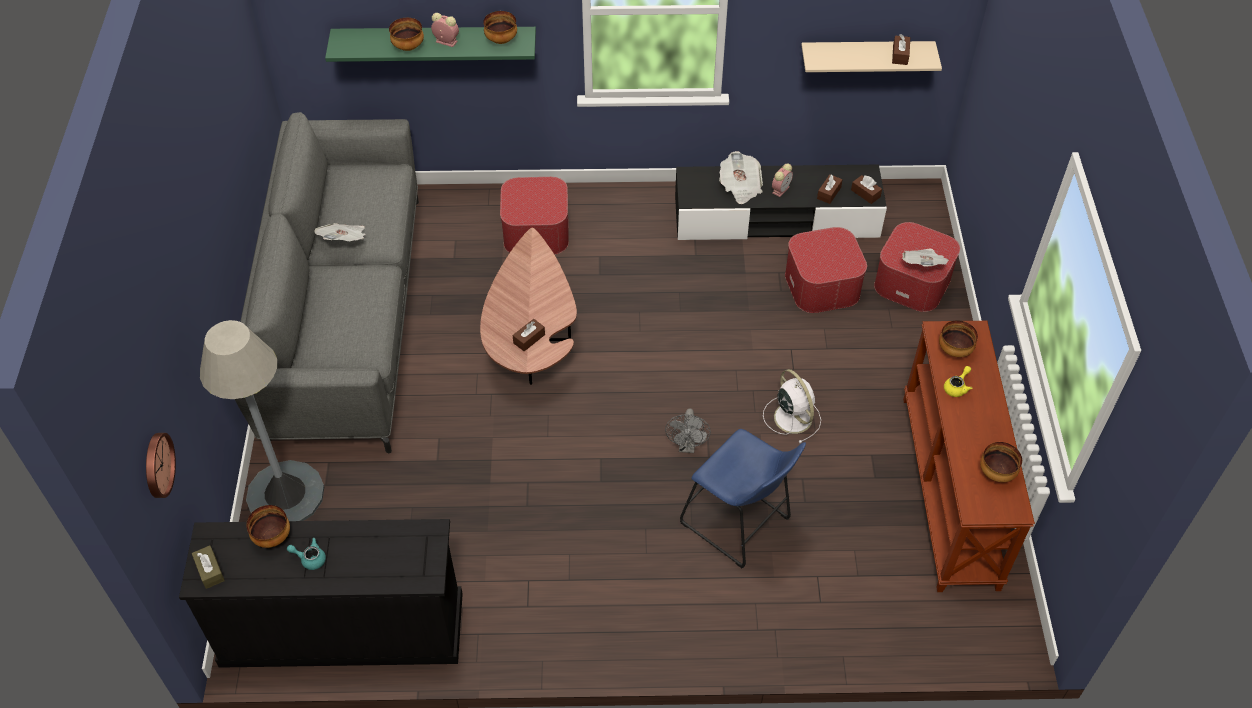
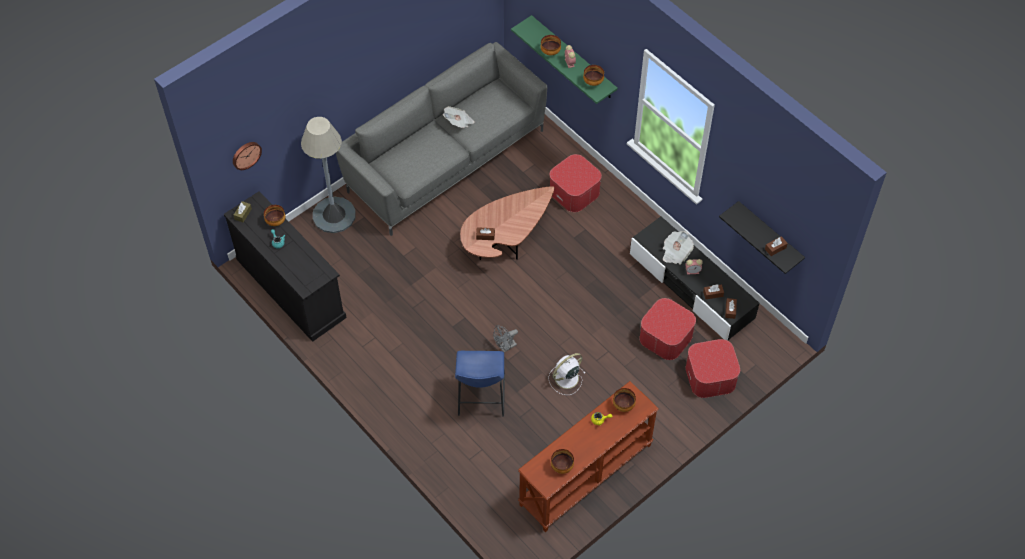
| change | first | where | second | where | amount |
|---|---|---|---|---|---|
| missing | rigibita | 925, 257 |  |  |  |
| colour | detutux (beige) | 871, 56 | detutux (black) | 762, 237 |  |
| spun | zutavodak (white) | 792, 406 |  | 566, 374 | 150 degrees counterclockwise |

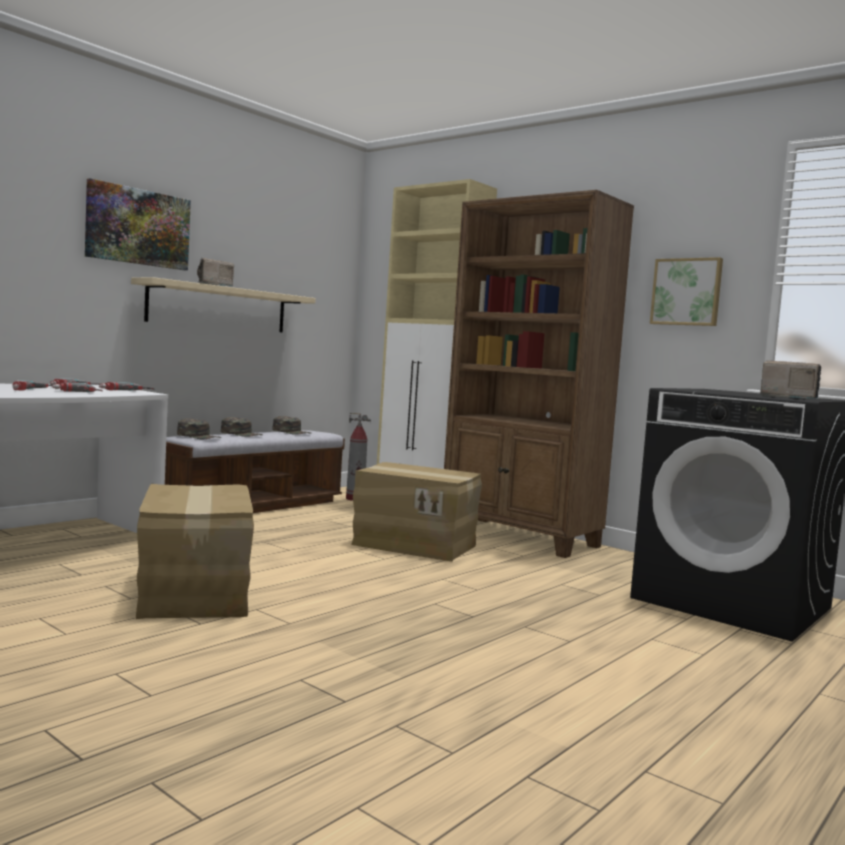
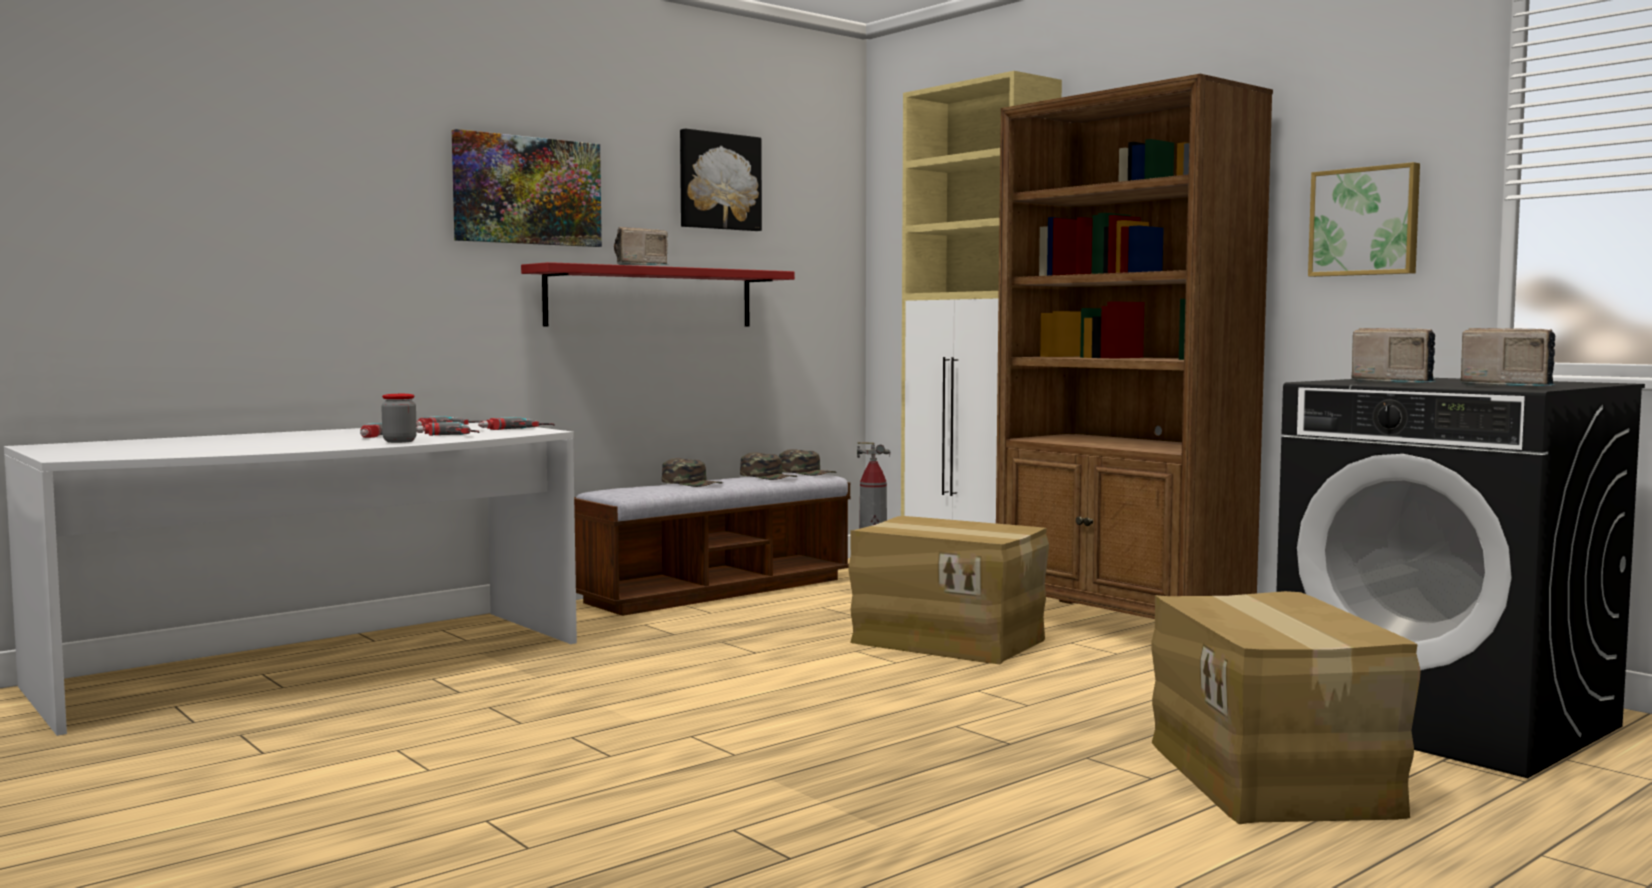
| change | first | where | second | where | amount |
|---|---|---|---|---|---|
| appeared |  |  | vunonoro | 399, 418 |  |
| appeared |  |  | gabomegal | 721, 180 |  |
| appeared |  |  | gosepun | 1394, 355 |  |
| relocated | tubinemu | 195, 551 |  | 1286, 707 |  |
| relocated | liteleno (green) | 199, 428 |  | 807, 462 |  |
| colour | detutux (beige) | 223, 304 | detutux (red) | 658, 294 |  |

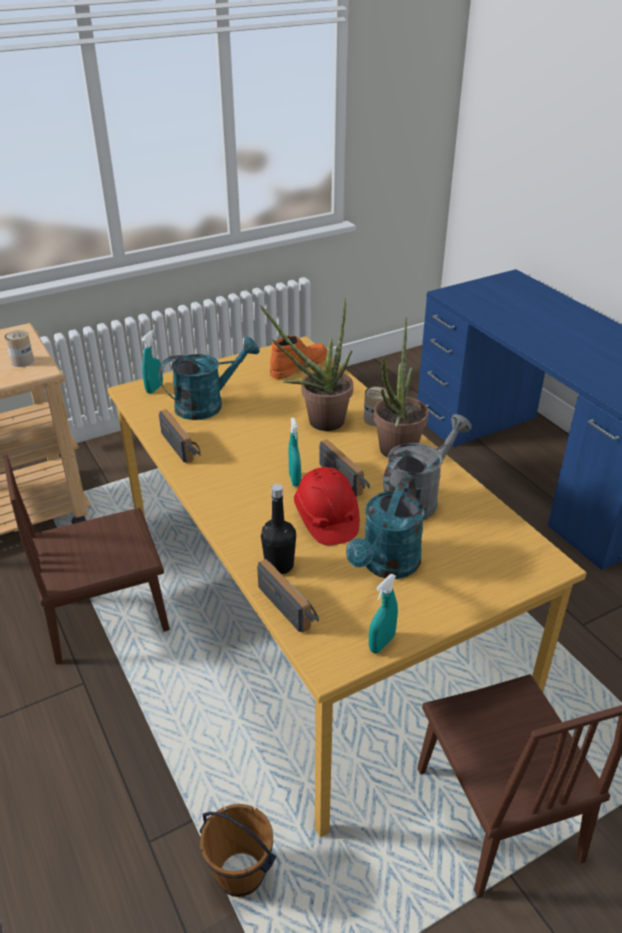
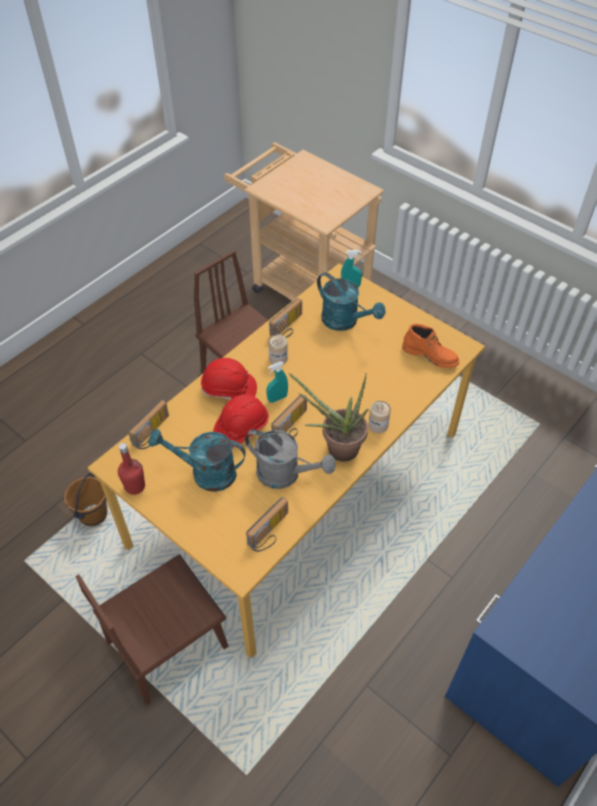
| change | first | where | second | where | amount |
|---|---|---|---|---|---|
| missing | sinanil | 306, 364 |  |  |  |
| missing | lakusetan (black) | 278, 529 |  |  |  |
| appeared |  |  | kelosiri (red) | 229, 378 |  |
| appeared |  |  | gosepun | 267, 524 |  |
| relocated | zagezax | 19, 348 |  | 278, 349 |  |
| exchanged | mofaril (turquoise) | 383, 613 | lakusetan (red) | 131, 469 |  |

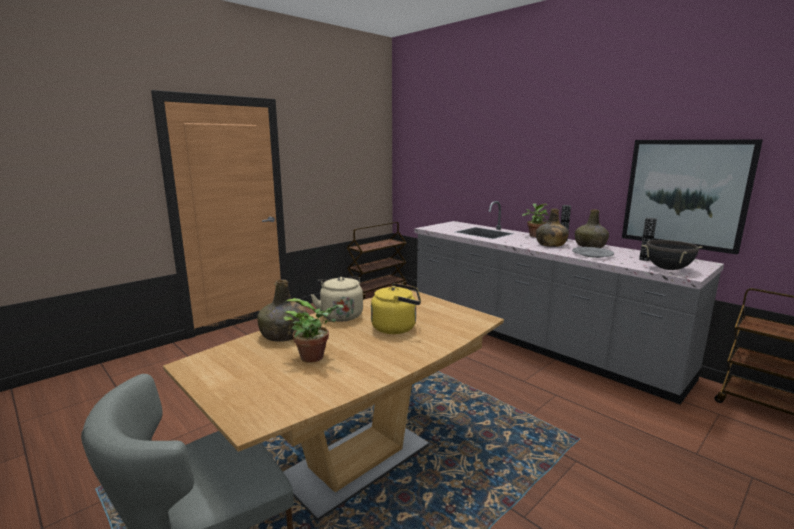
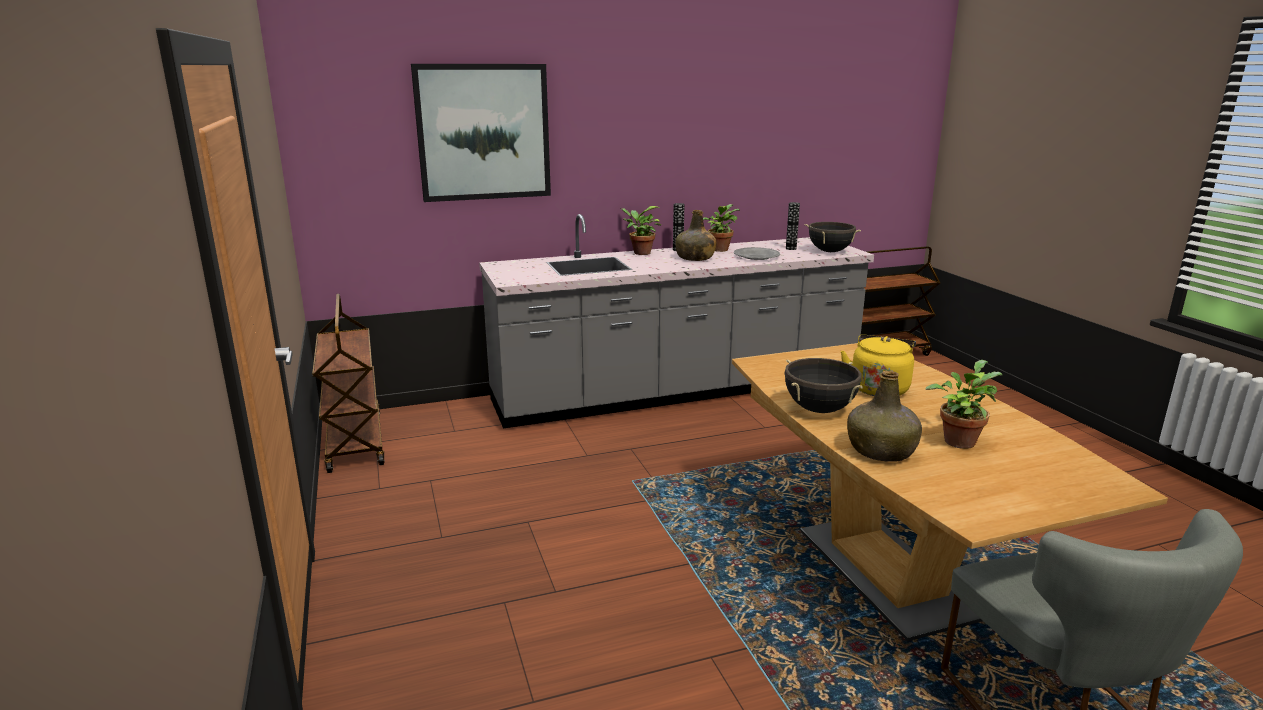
| change | first | where | second | where | amount |
|---|---|---|---|---|---|
| relocated | gabomegal | 692, 197 |  | 481, 133 |  |
| exchanged | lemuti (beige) | 336, 299 | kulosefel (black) | 823, 385 |  |
| exchanged | lakusetan (green) | 592, 228 | sinanil | 721, 228 |  |

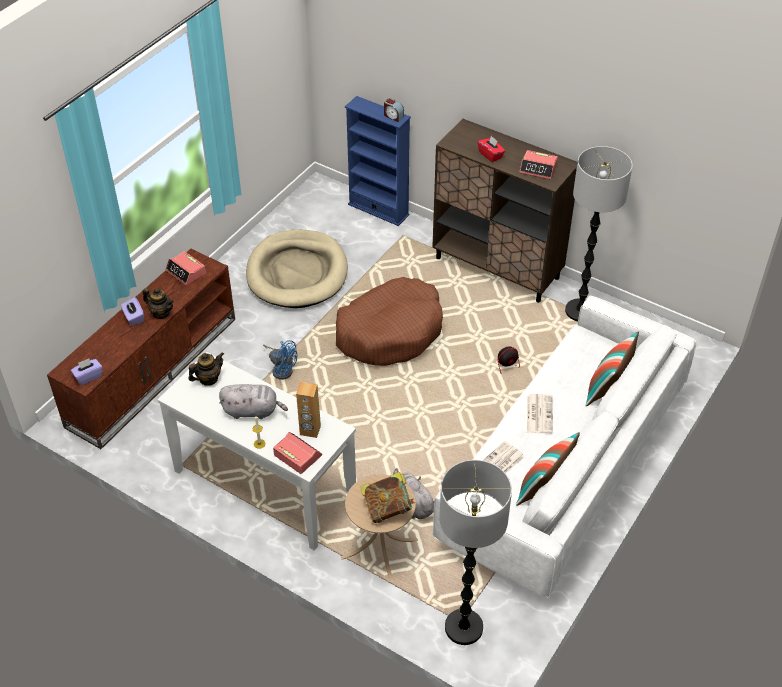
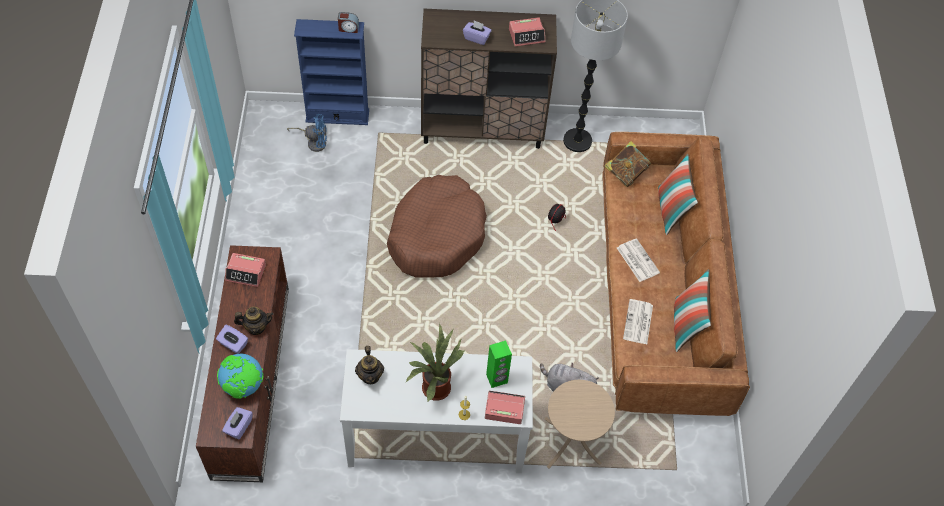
| change | first | where | second | where | amount |
|---|---|---|---|---|---|
| missing | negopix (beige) | 297, 269 |  |  |  |
| missing | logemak | 475, 552 |  |  |  |
| appeared |  |  | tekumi | 240, 376 |  |
| relocated | zutavodak (blue) | 280, 360 |  | 307, 133 |  |
| relocated | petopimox | 387, 497 |  | 628, 164 |  |
| exchanged | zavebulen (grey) | 253, 401 | sinanil | 435, 362 |  |
| colour | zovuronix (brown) | 308, 410 | zovuronix (green) | 499, 364 |  |
| colour | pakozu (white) | 564, 447 | pakozu (brown) | 676, 274 |  |
| colour | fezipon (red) | 491, 149 | fezipon (purple) | 477, 33 |  |
| spun | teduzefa | 206, 369 |  | 369, 365 | 150 degrees clockwise |

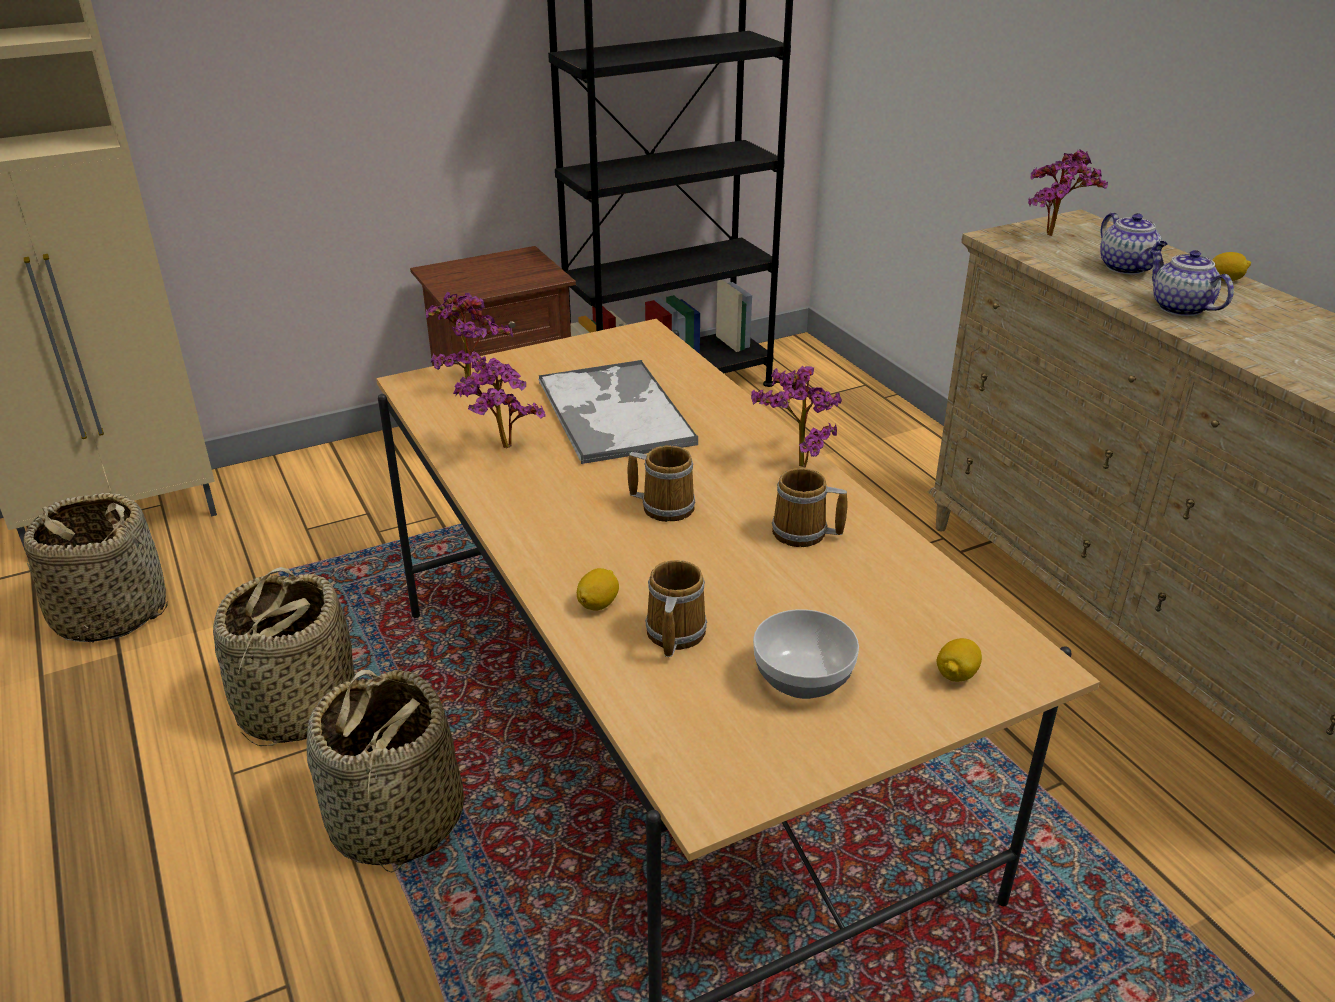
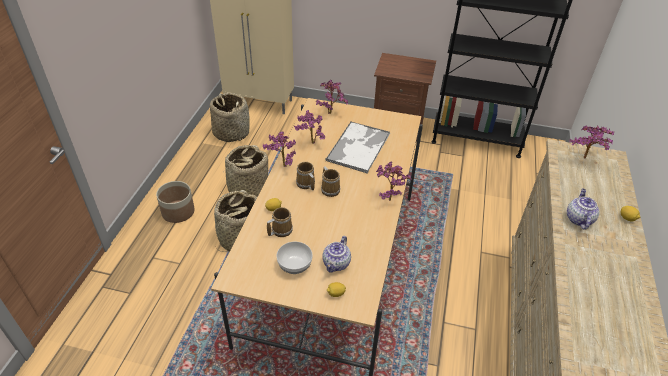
| change | first | where | second | where | amount |
|---|---|---|---|---|---|
| appeared |  |  | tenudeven | 175, 202 |  |
| appeared |  |  | sinanil | 279, 149 |  |
| relocated | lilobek | 810, 507 |  | 305, 176 |  |
| relocated | teduzefa | 1134, 243 |  | 337, 254 |  |

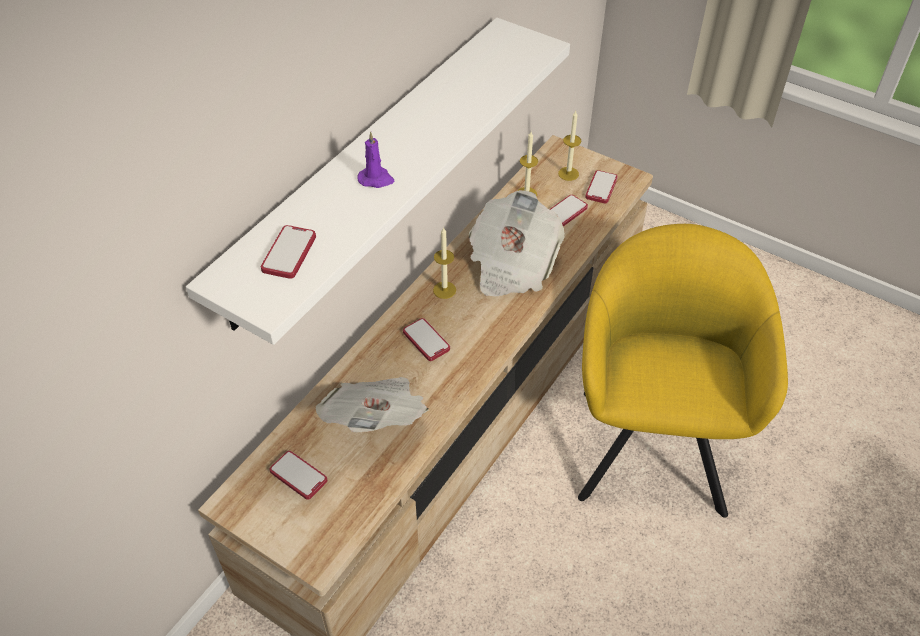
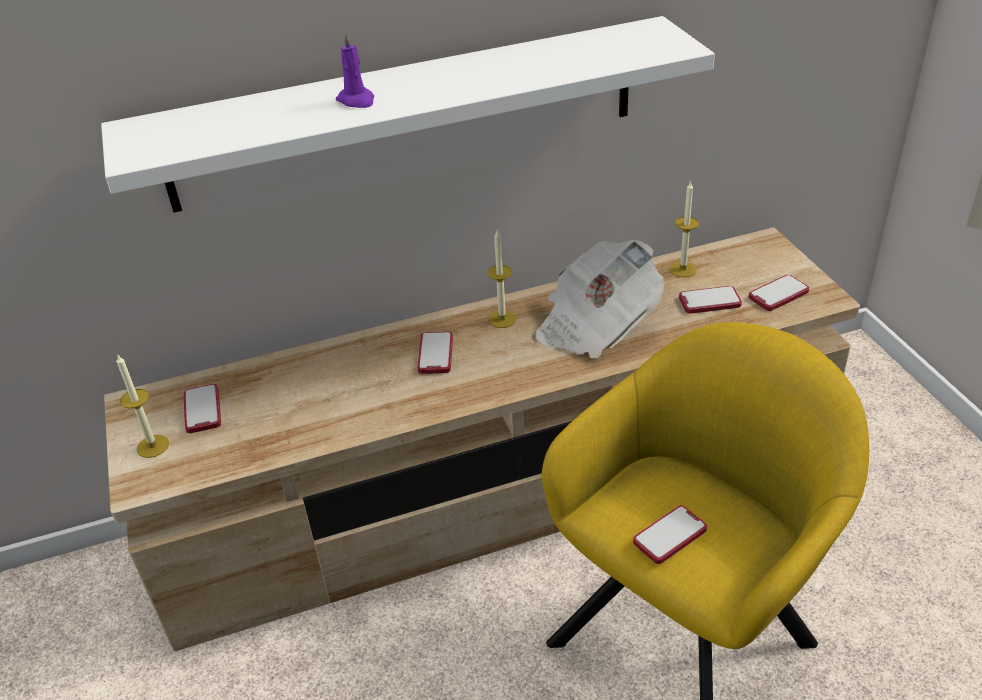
| change | first | where | second | where | amount |
|---|---|---|---|---|---|
| missing | rigibita | 372, 404 |  |  |  |
| relocated | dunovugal | 288, 252 |  | 670, 534 |  |
| relocated | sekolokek | 569, 146 |  | 142, 406 |  |

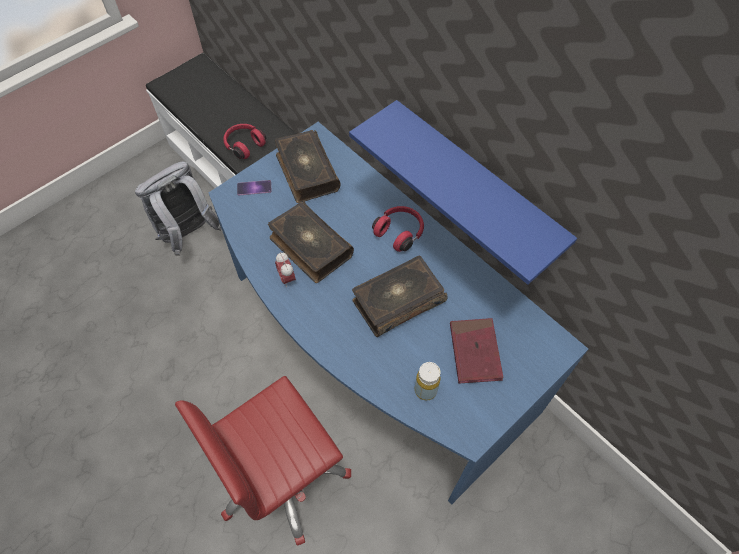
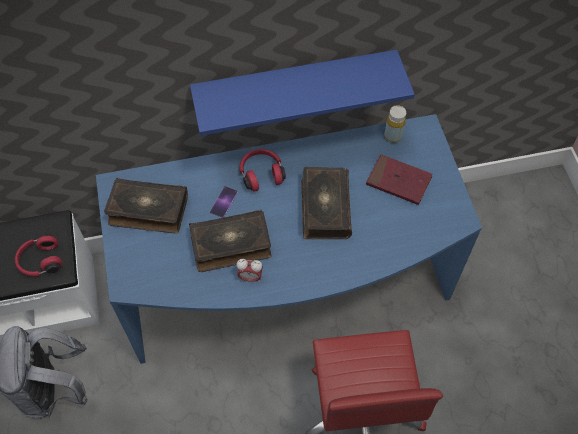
| change | first | where | second | where | amount |
|---|---|---|---|---|---|
| relocated | dunovugal | 254, 188 |  | 224, 202 |  |
| relocated | lakusetan (yellow) | 428, 381 |  | 395, 124 |  |

